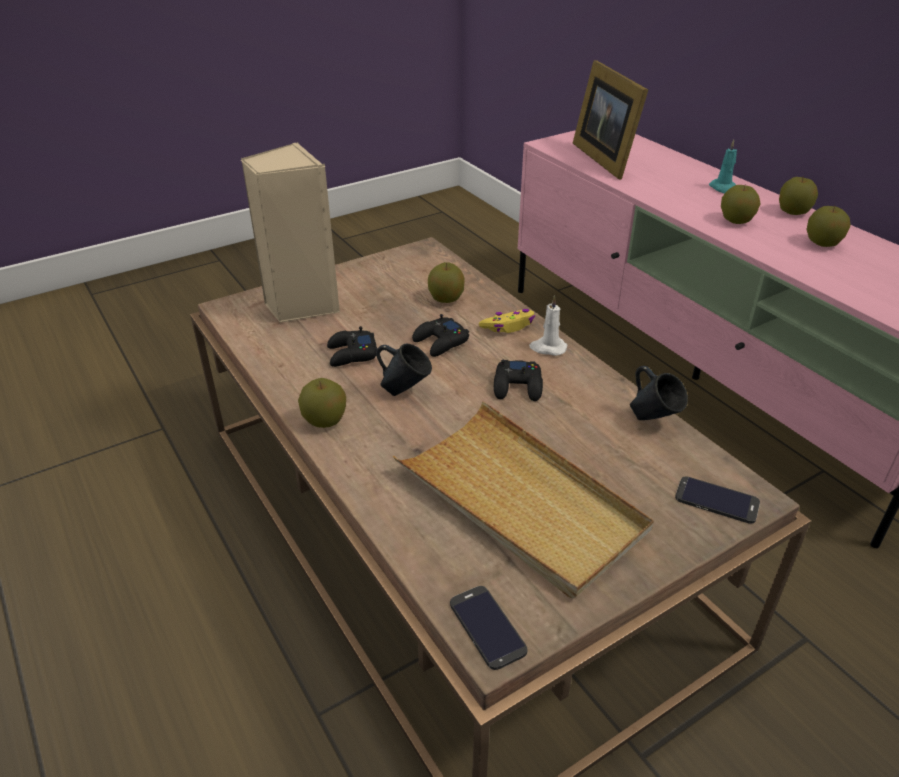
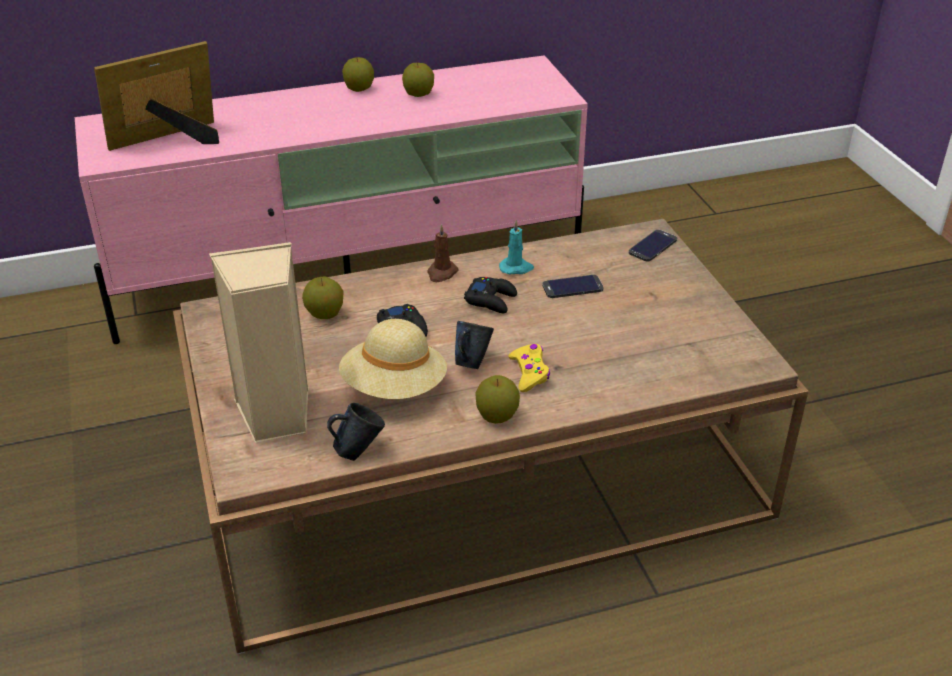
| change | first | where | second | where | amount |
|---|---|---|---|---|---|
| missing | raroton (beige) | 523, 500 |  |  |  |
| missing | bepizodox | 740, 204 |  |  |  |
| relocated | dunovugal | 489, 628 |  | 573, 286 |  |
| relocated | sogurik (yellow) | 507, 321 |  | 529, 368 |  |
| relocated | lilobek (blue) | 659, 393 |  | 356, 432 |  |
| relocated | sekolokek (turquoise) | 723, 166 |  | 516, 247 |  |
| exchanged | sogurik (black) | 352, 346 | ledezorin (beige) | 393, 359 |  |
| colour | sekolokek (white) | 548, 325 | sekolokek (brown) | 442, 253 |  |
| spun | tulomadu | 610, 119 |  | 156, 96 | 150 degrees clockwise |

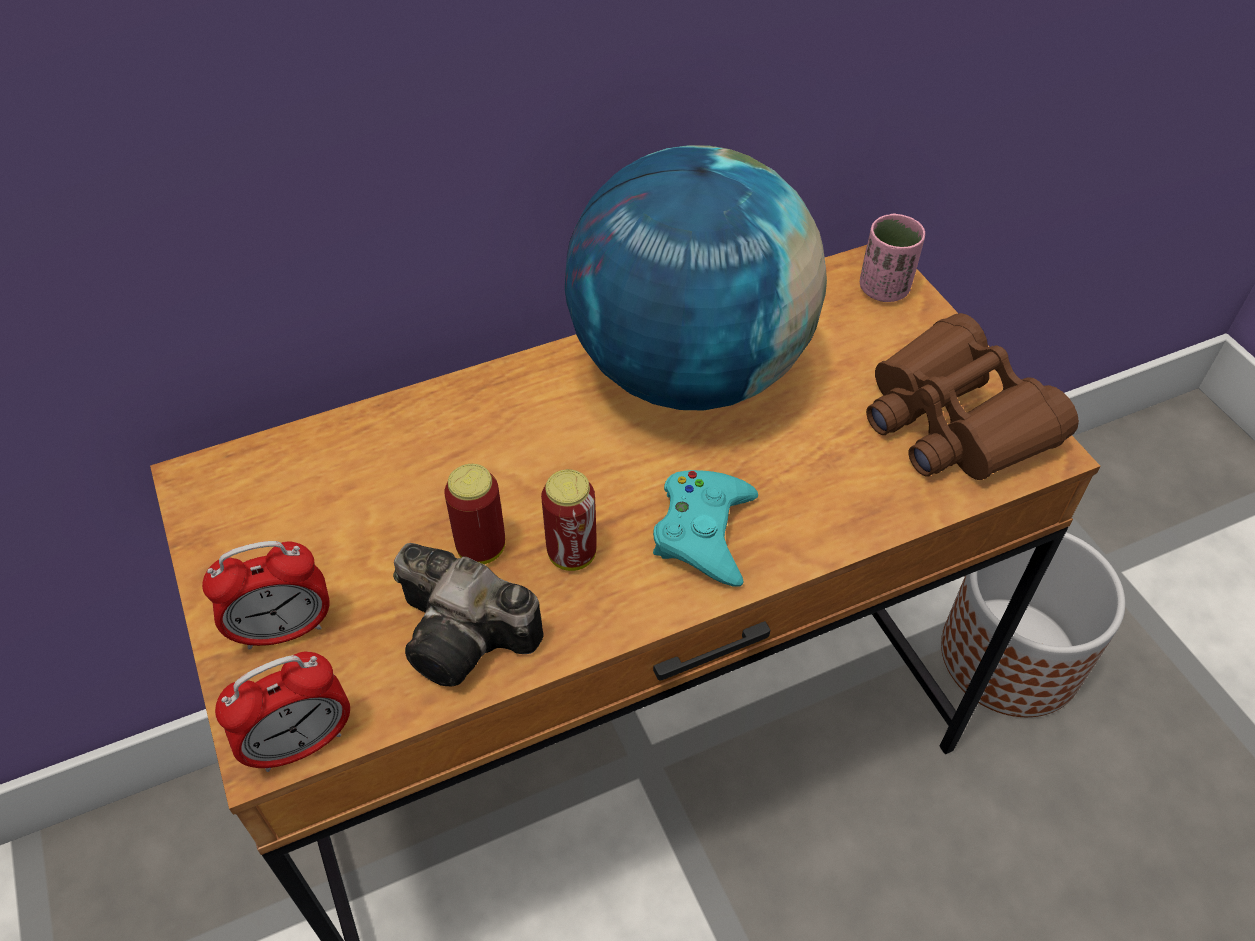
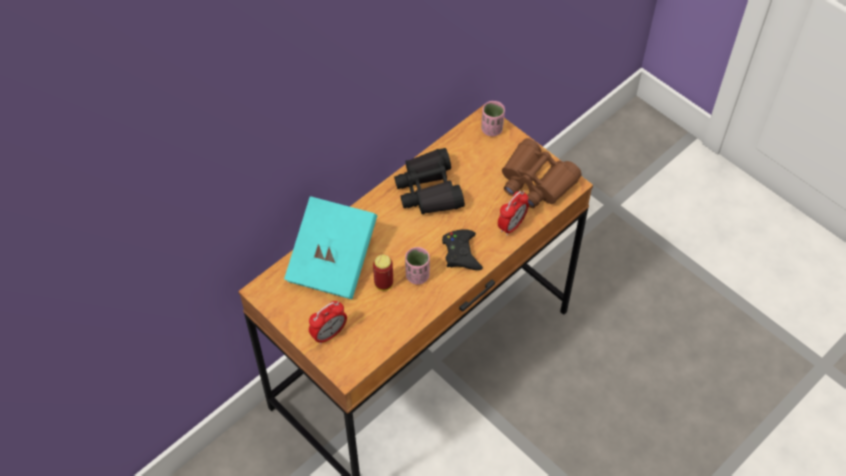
| change | first | where | second | where | amount |
|---|---|---|---|---|---|
| missing | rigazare | 468, 614 |  |  |  |
| missing | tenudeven | 1033, 624 |  |  |  |
| appeared |  |  | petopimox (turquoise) | 331, 247 |  |
| relocated | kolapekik | 282, 712 |  | 513, 213 |  |
| exchanged | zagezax | 569, 520 | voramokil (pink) | 417, 265 |  |
| exchanged | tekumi | 696, 277 | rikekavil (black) | 429, 181 |  |
| colour | sogurik (turquoise) | 705, 528 | sogurik (black) | 462, 249 |  |

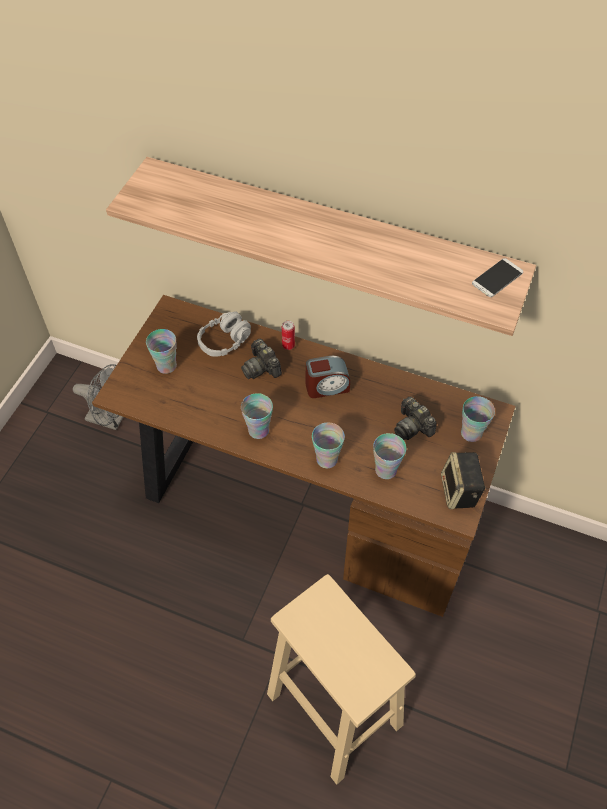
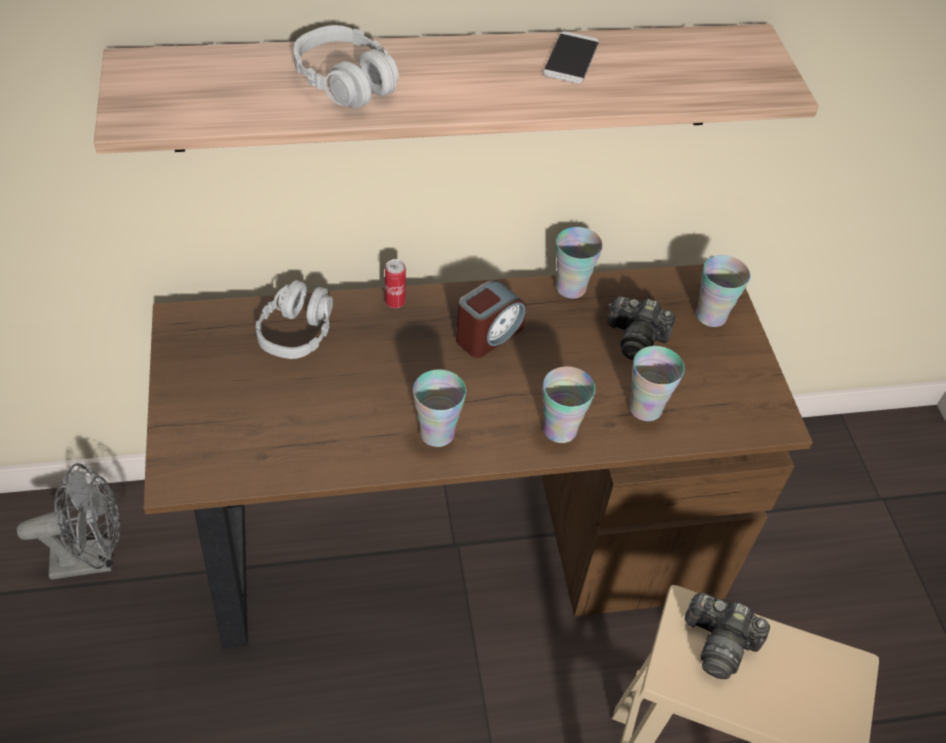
| change | first | where | second | where | amount |
|---|---|---|---|---|---|
| missing | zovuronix | 463, 480 |  |  |  |
| appeared |  |  | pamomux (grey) | 346, 66 |  |
| relocated | voramokil | 161, 351 |  | 579, 263 |  |
| relocated | rigazare | 261, 359 |  | 727, 636 |  |
| relocated | dunovugal | 497, 277 |  | 571, 57 |  |

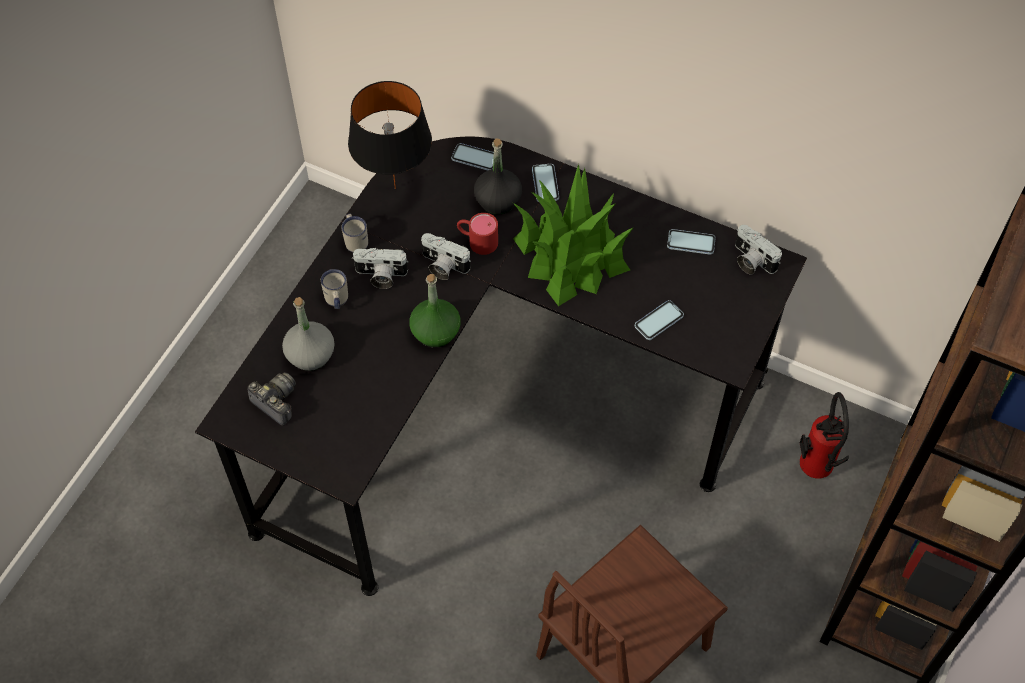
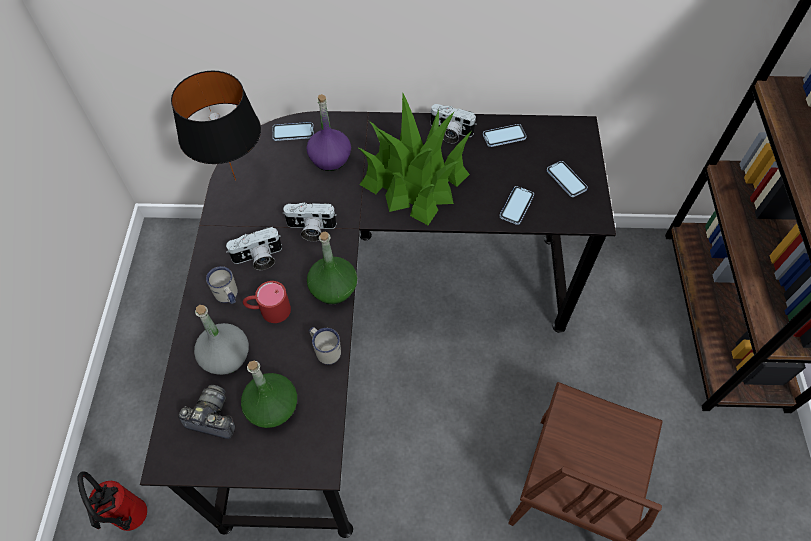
| change | first | where | second | where | amount |
|---|---|---|---|---|---|
| appeared |  |  | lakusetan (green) | 269, 394 |  |
| relocated | lilobek (white) | 354, 232 |  | 325, 346 |  |
| relocated | lilobek (red) | 477, 234 |  | 267, 302 |  |
| relocated | dunovugal | 545, 183 |  | 567, 179 |  |
| relocated | rigazare | 758, 250 |  | 454, 123 |  |
| relocated | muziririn | 824, 435 |  | 112, 501 |  |
| colour | lakusetan (black) | 498, 176 | lakusetan (purple) | 329, 132 |  |

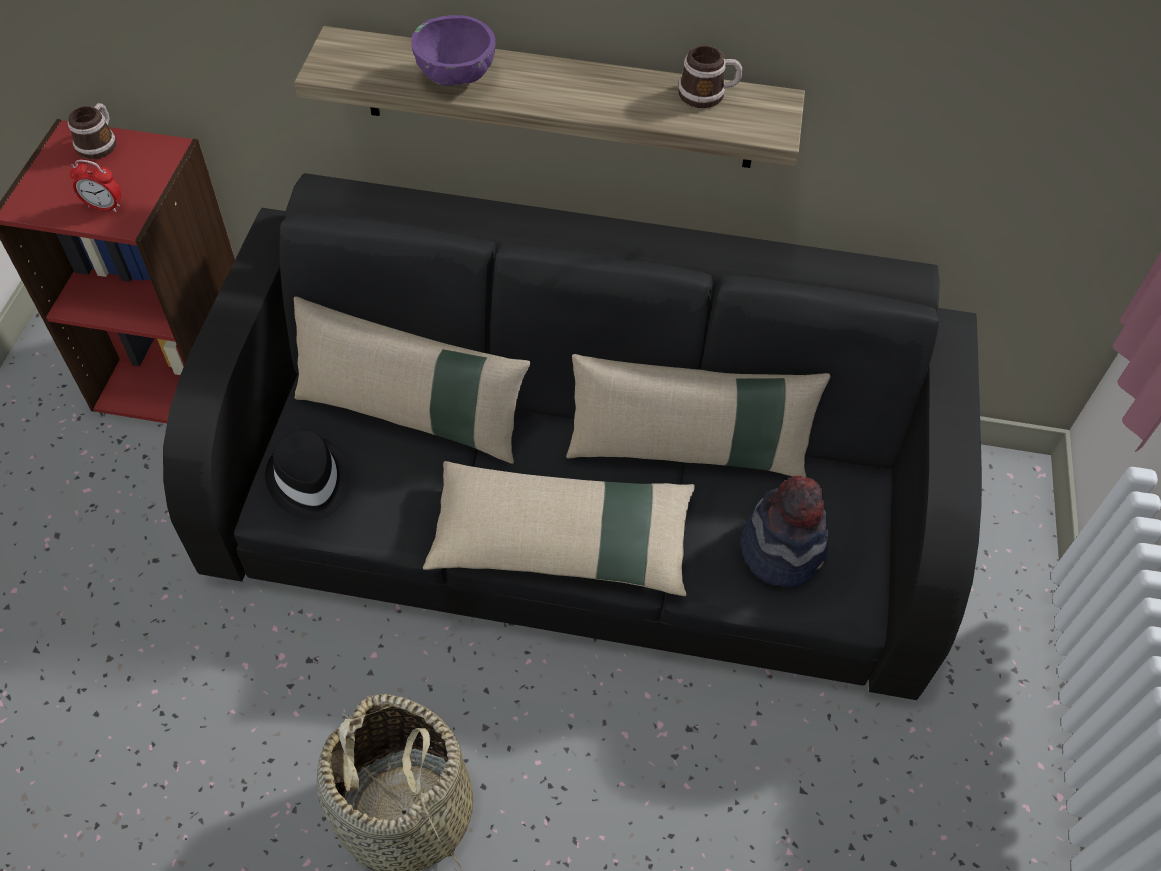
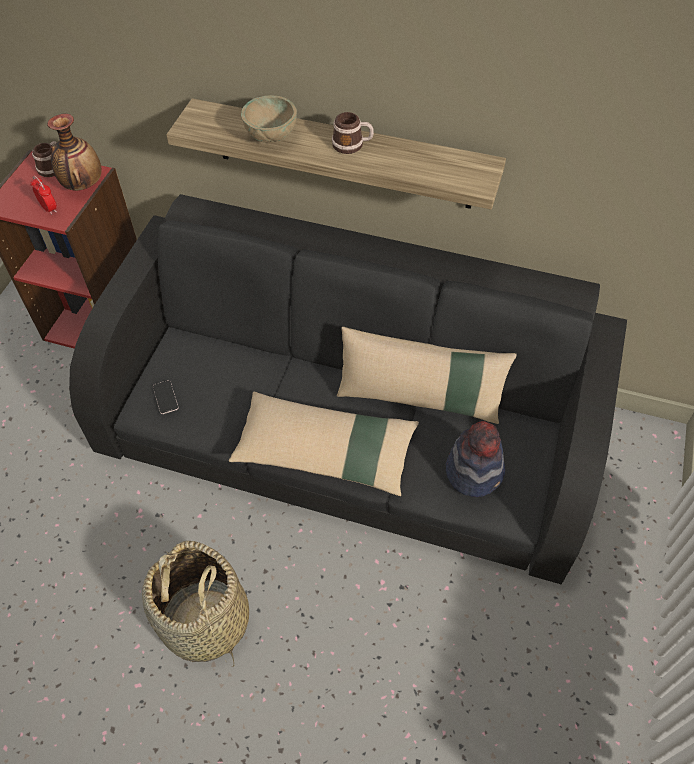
| change | first | where | second | where | amount |
|---|---|---|---|---|---|
| missing | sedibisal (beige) | 412, 380 |  |  |  |
| appeared |  |  | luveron | 74, 152 |  |
| relocated | lilobek | 710, 77 |  | 353, 133 |  |
| exchanged | ledezorin (black) | 307, 475 | dunovugal | 165, 397 |  |
| colour | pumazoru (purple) | 453, 50 | pumazoru (beige) | 269, 118 |  |
| spun | kolapekik | 95, 186 |  | 43, 195 | 150 degrees counterclockwise |

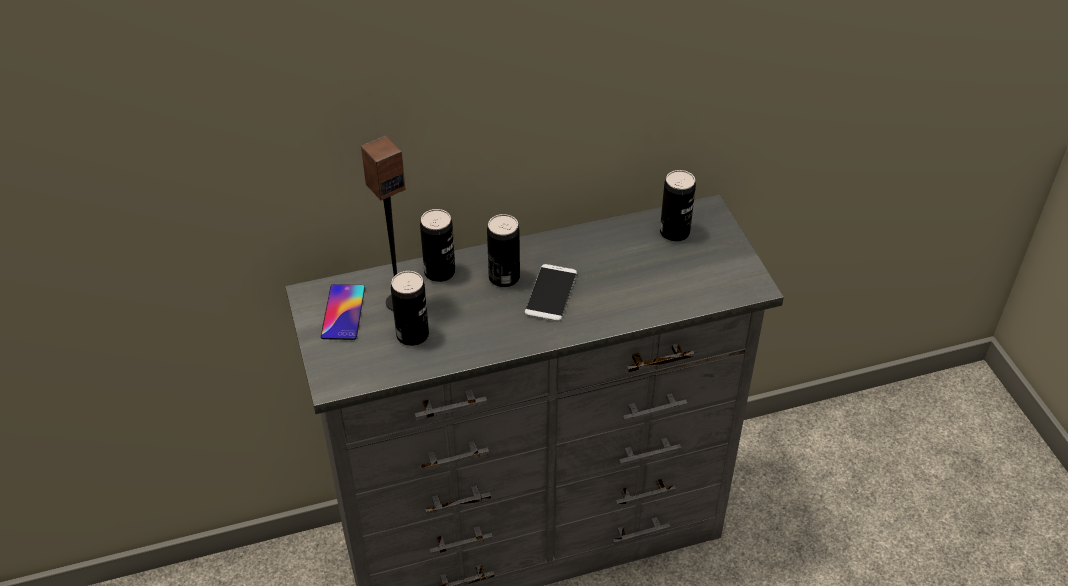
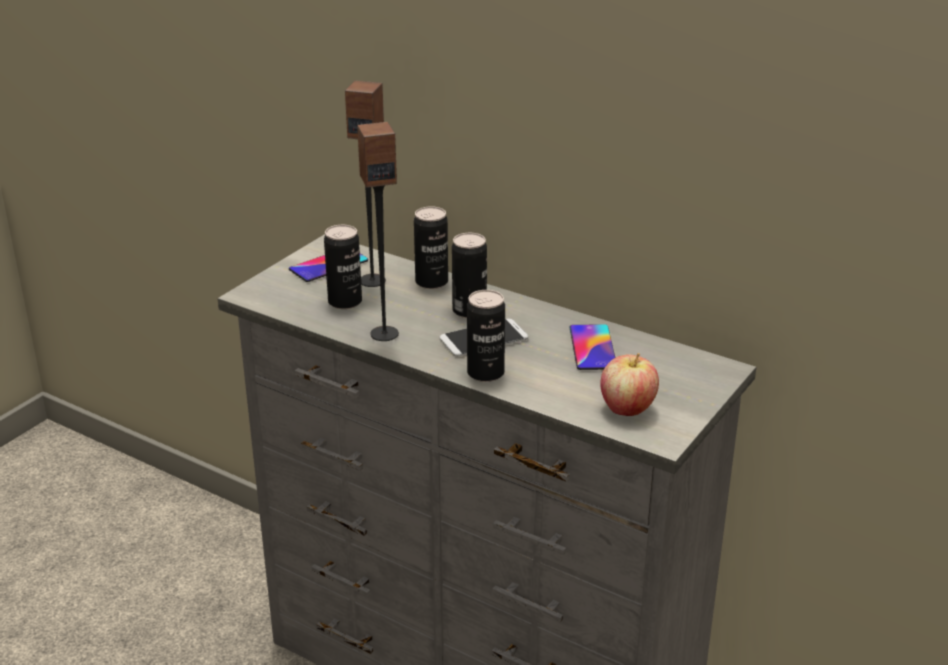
| change | first | where | second | where | amount |
|---|---|---|---|---|---|
| appeared |  |  | zovuronix | 378, 231 |  |
| appeared |  |  | dunovugal | 593, 347 |  |
| appeared |  |  | bepizodox | 629, 384 |  |
| relocated | zagezax | 678, 205 |  | 486, 336 |  |

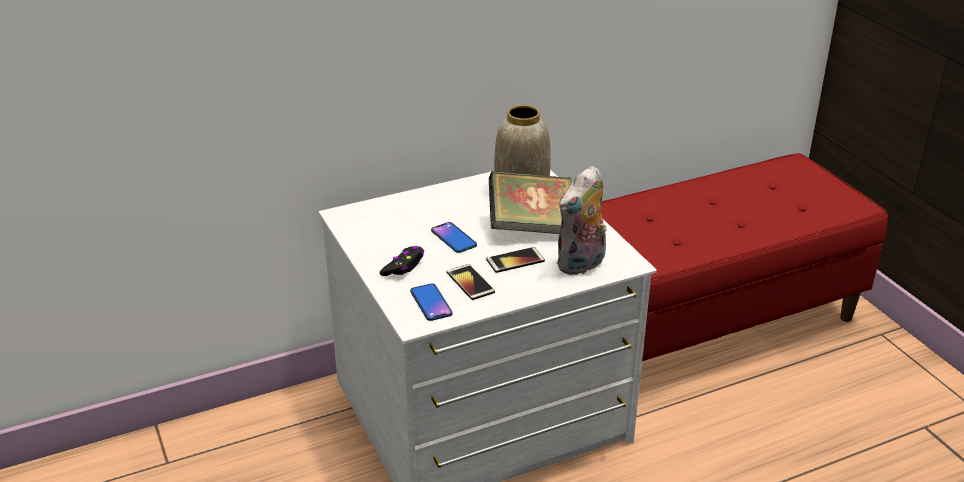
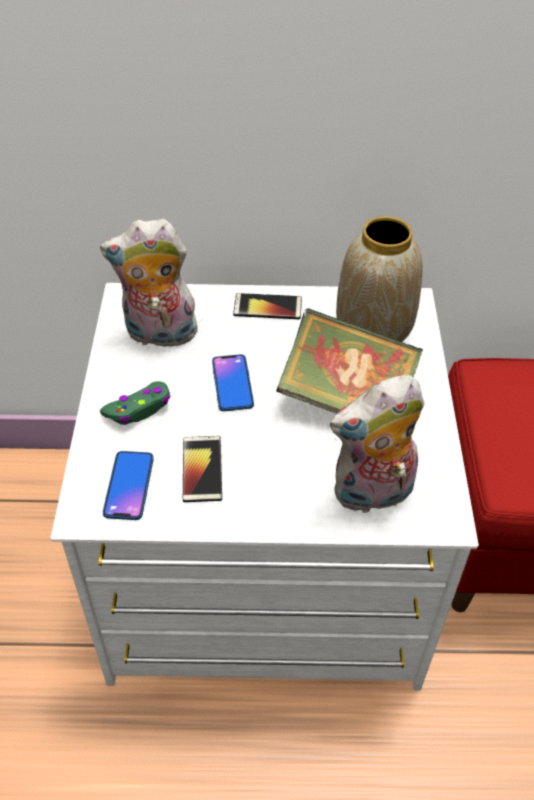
| change | first | where | second | where | amount |
|---|---|---|---|---|---|
| appeared |  |  | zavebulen | 149, 285 |  |
| relocated | dunovugal | 515, 260 |  | 267, 306 |  |
| colour | sogurik (black) | 401, 261 | sogurik (green) | 135, 403 |  |

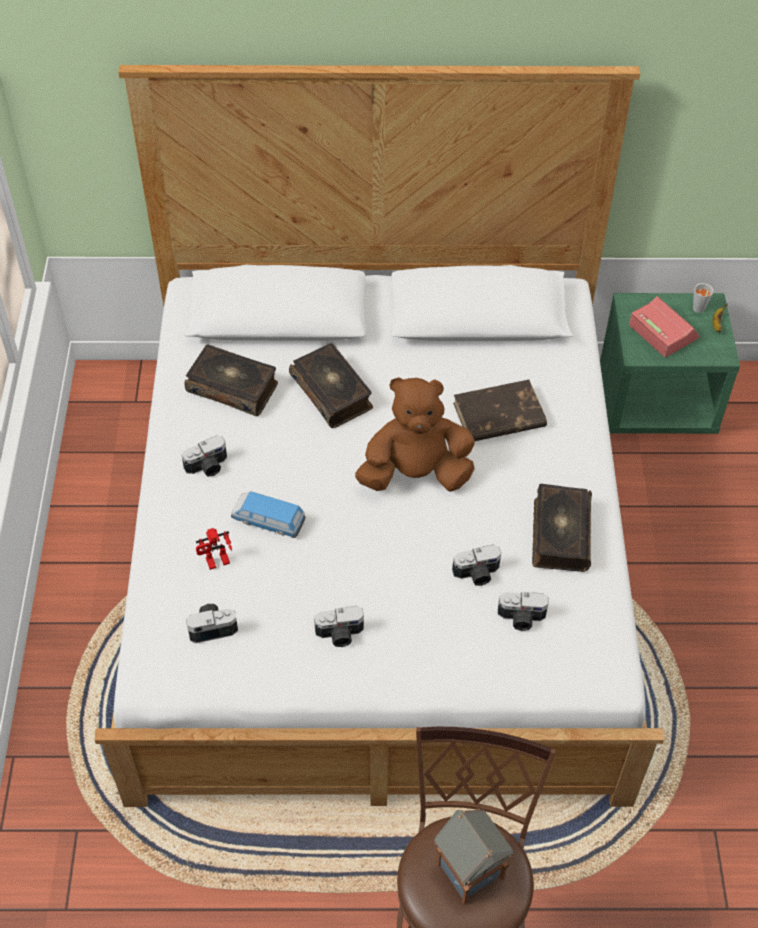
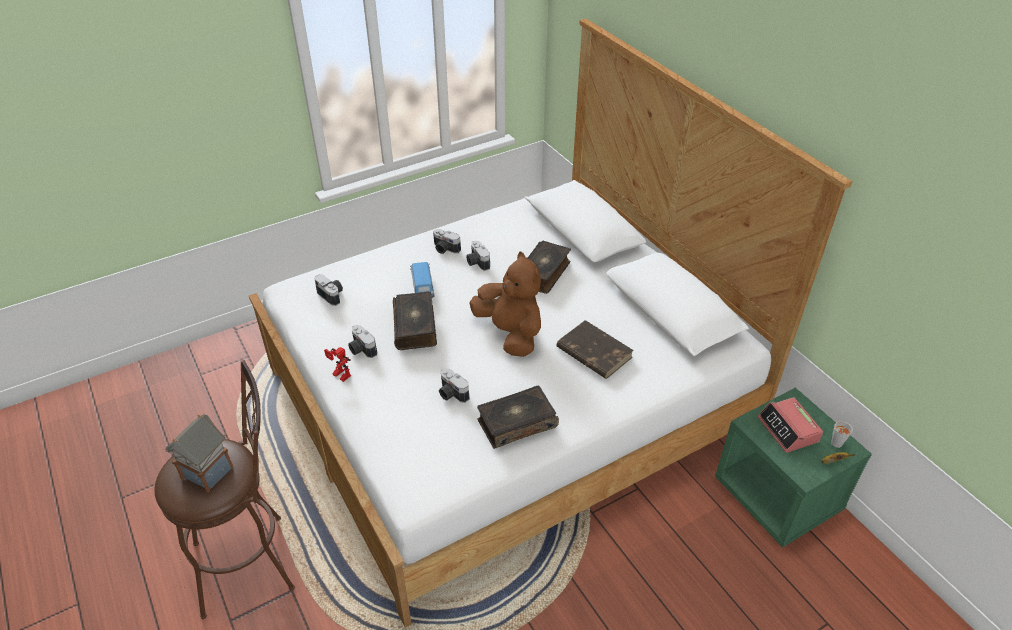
| change | first | where | second | where | amount |
|---|---|---|---|---|---|
| relocated | petopimox | 231, 380 |  | 415, 321 |  |
| relocated | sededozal | 214, 549 |  | 337, 364 |  |
| relocated | rigazare | 523, 611 |  | 478, 255 |  |
| spun | kolapekik | 664, 326 |  | 790, 425 | 135 degrees clockwise |

